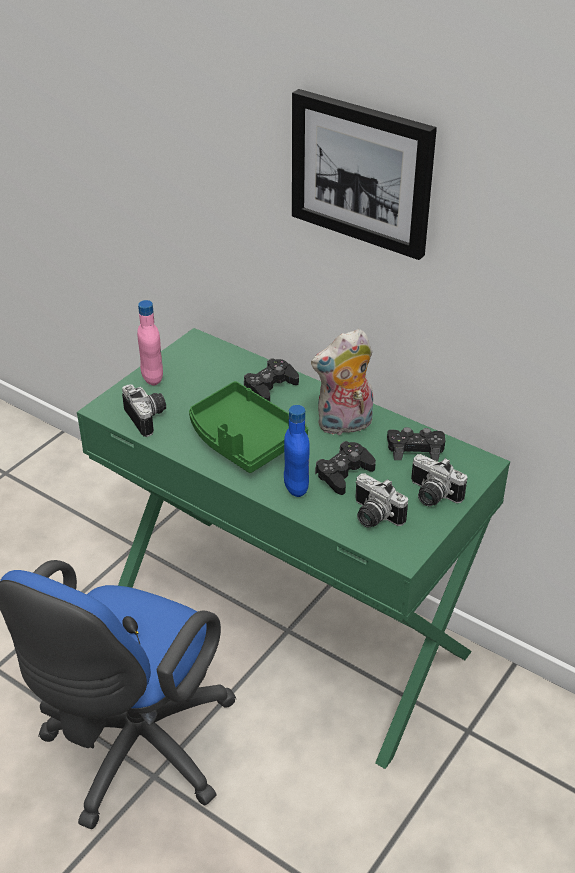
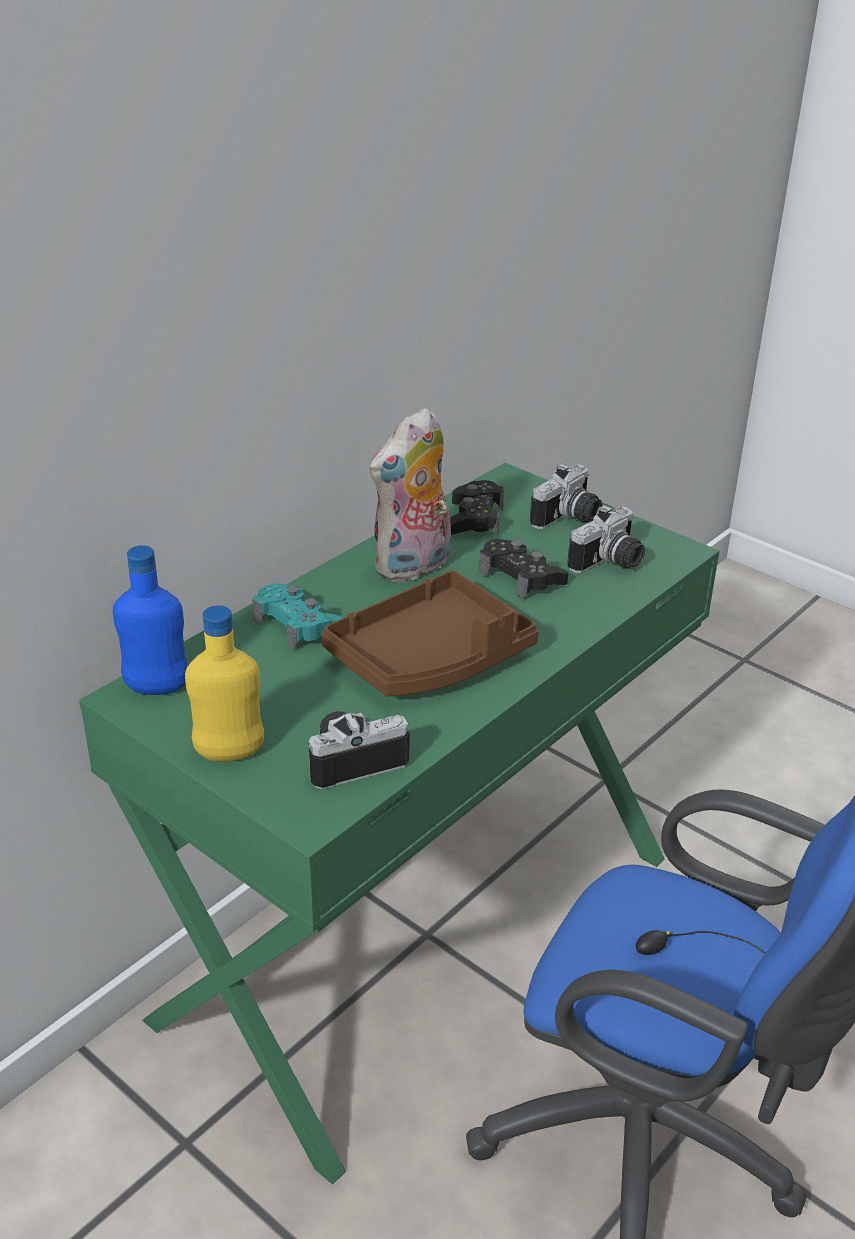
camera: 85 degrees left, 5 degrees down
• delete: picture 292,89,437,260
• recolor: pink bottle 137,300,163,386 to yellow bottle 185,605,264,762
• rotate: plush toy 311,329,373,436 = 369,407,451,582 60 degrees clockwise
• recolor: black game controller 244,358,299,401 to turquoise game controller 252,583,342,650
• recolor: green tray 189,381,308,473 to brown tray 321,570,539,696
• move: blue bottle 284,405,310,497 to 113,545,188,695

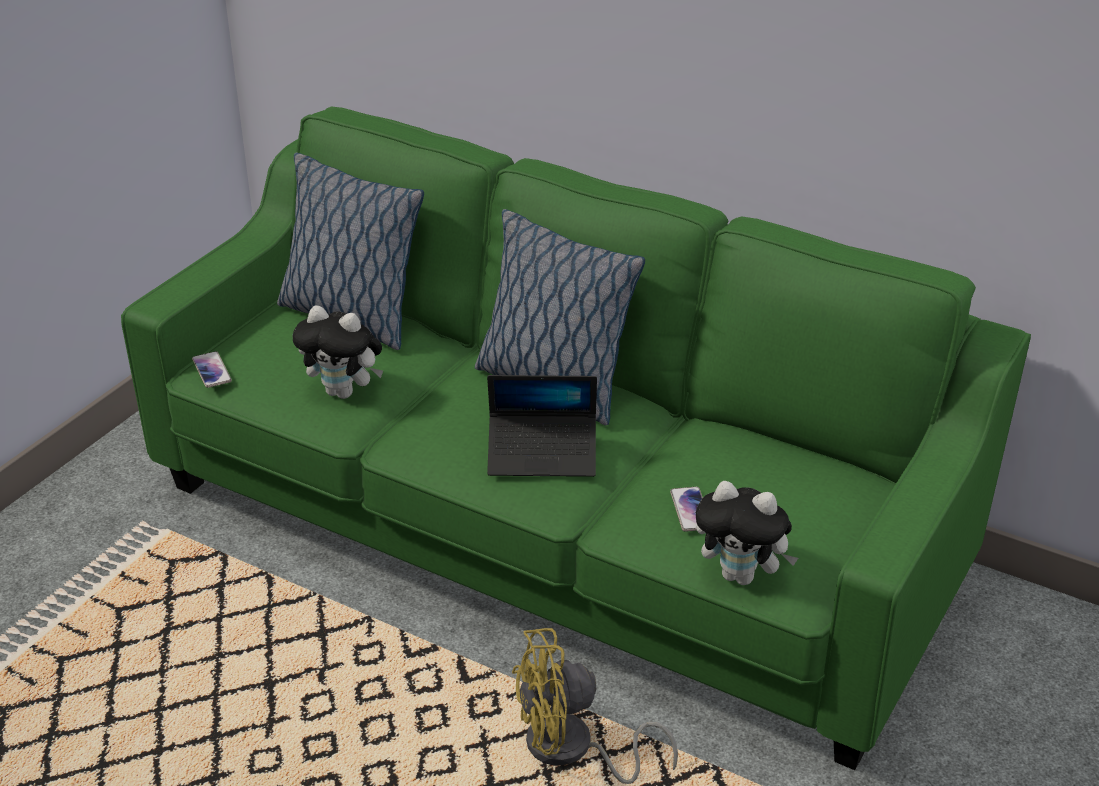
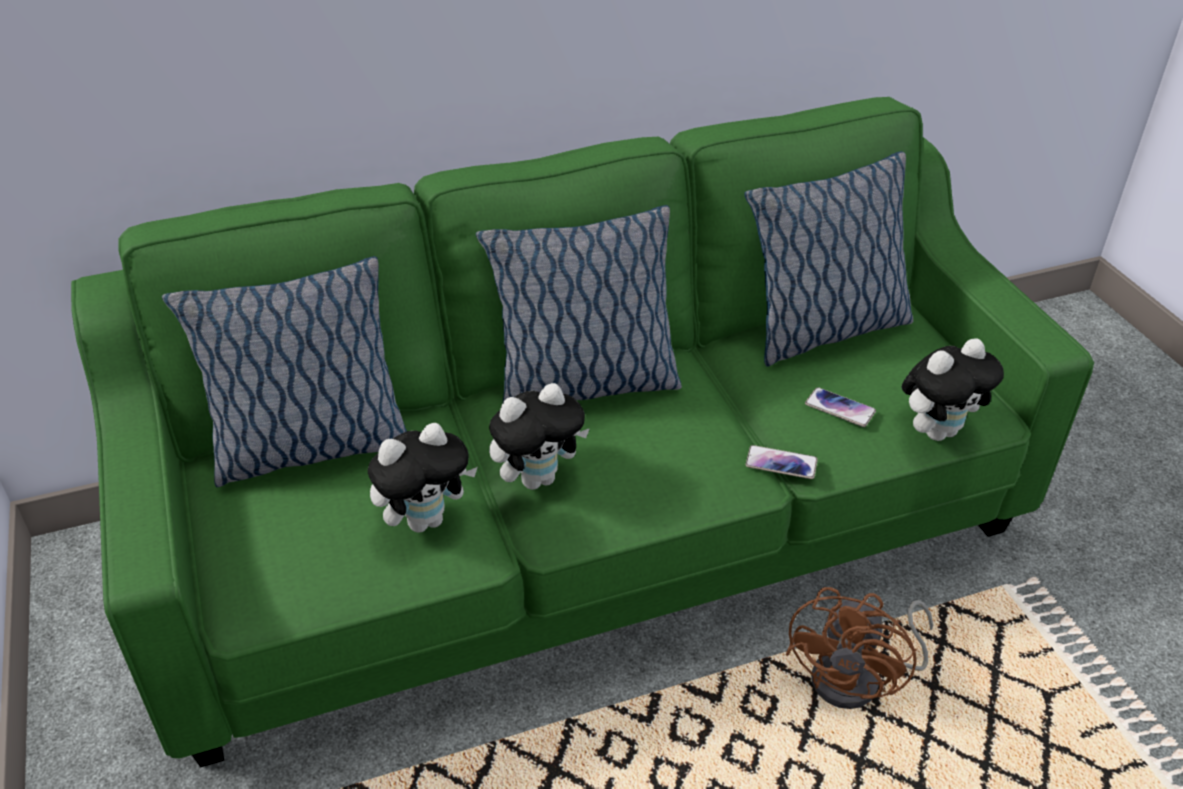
camera: 50 degrees left, 5 degrees up
• move: phone 192,351,232,388 to 745,445,818,479
• delete: laptop 487,375,597,477
• recolor: yellow fan 512,628,678,784 to brown fan 786,587,933,709
• insert: pillow 744,151,913,366
• insert: plush toy 489,383,590,490

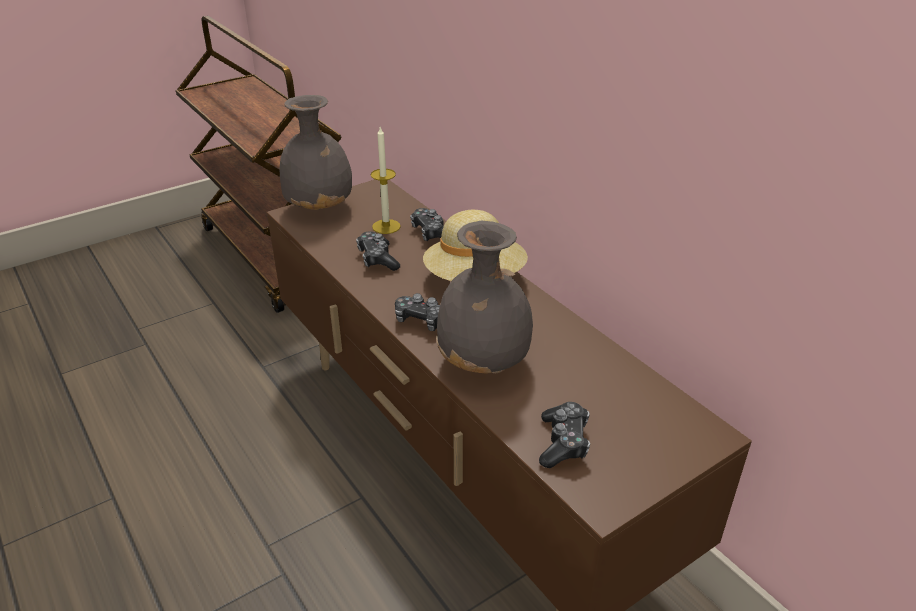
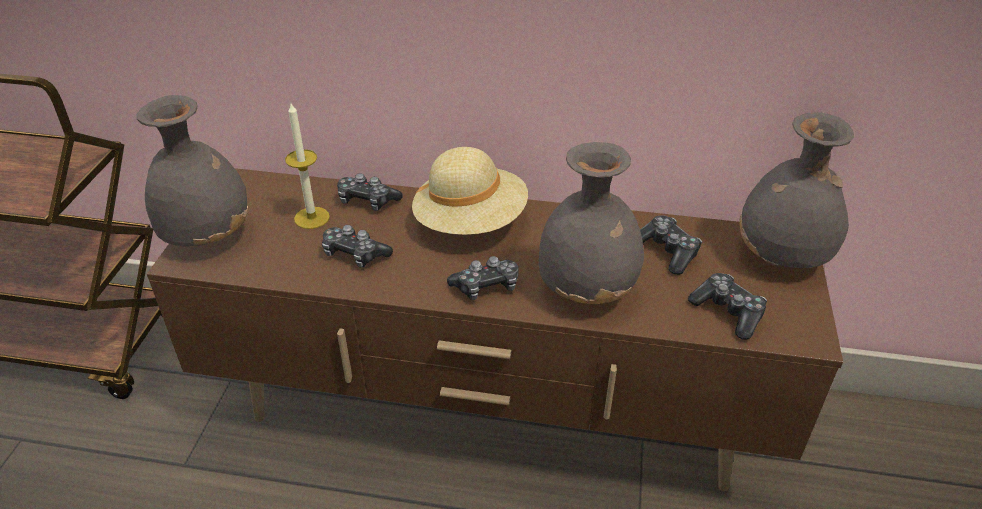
camera: 45 degrees left, 5 degrees up
• insert: grey vase 739,112,854,268
• insert: game controller 640,215,702,275

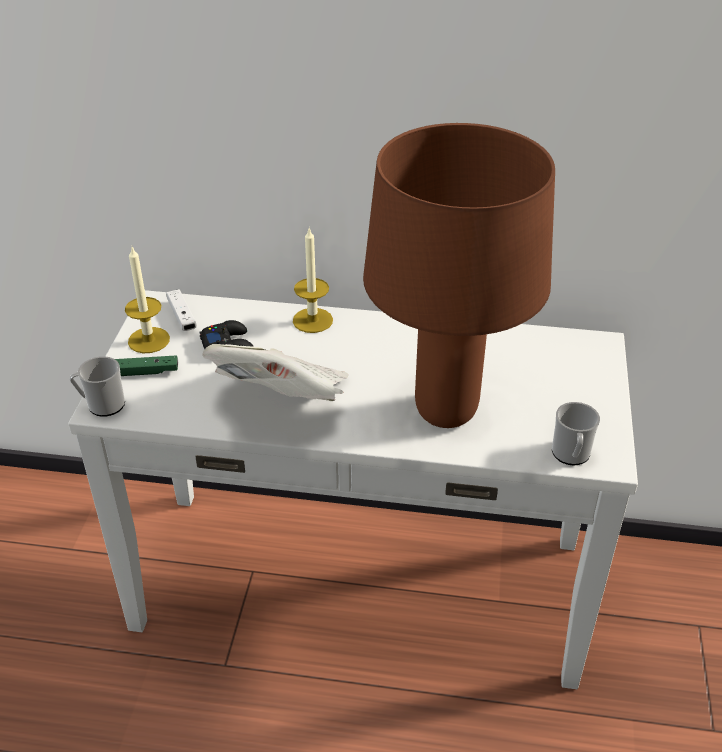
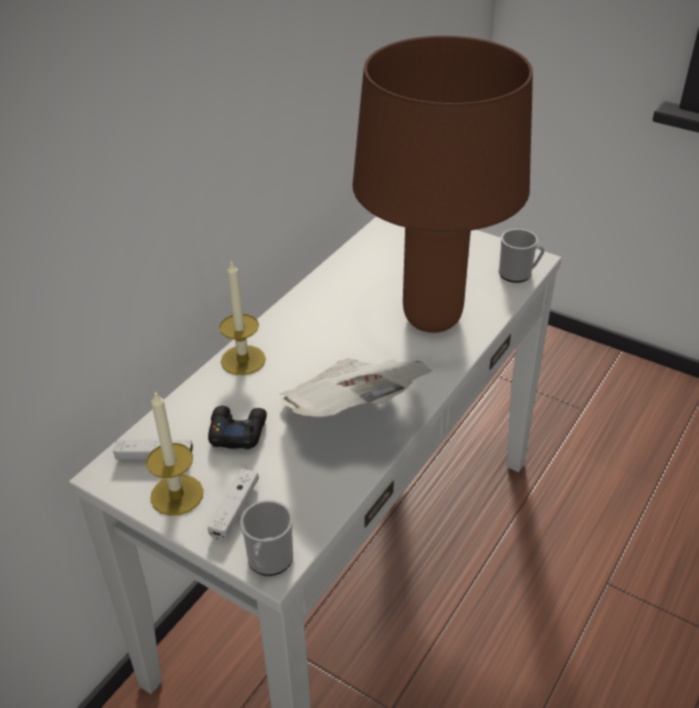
camera: 65 degrees left, 0 degrees up
• recolor: green game controller 115,355,178,376 to white game controller 208,469,259,540

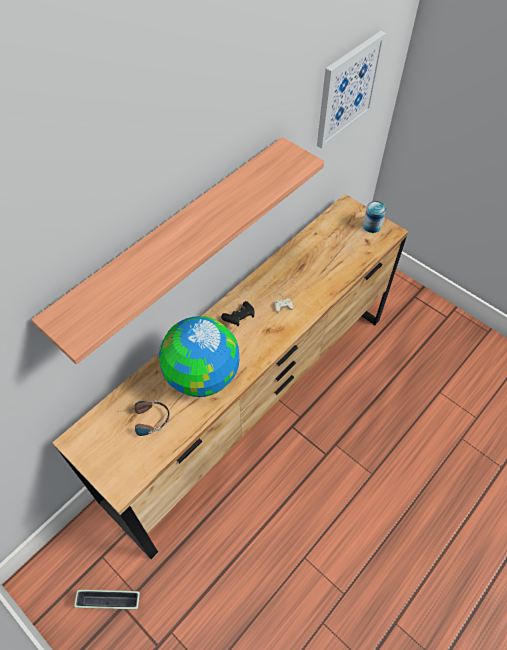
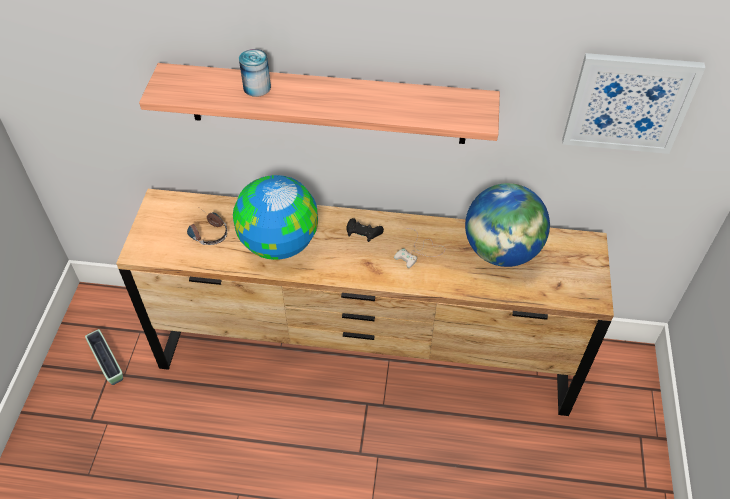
camera: 55 degrees right, 5 degrees down
• move: can 363,201,386,233 to 239,49,271,97
• insert: globe 465,183,550,267

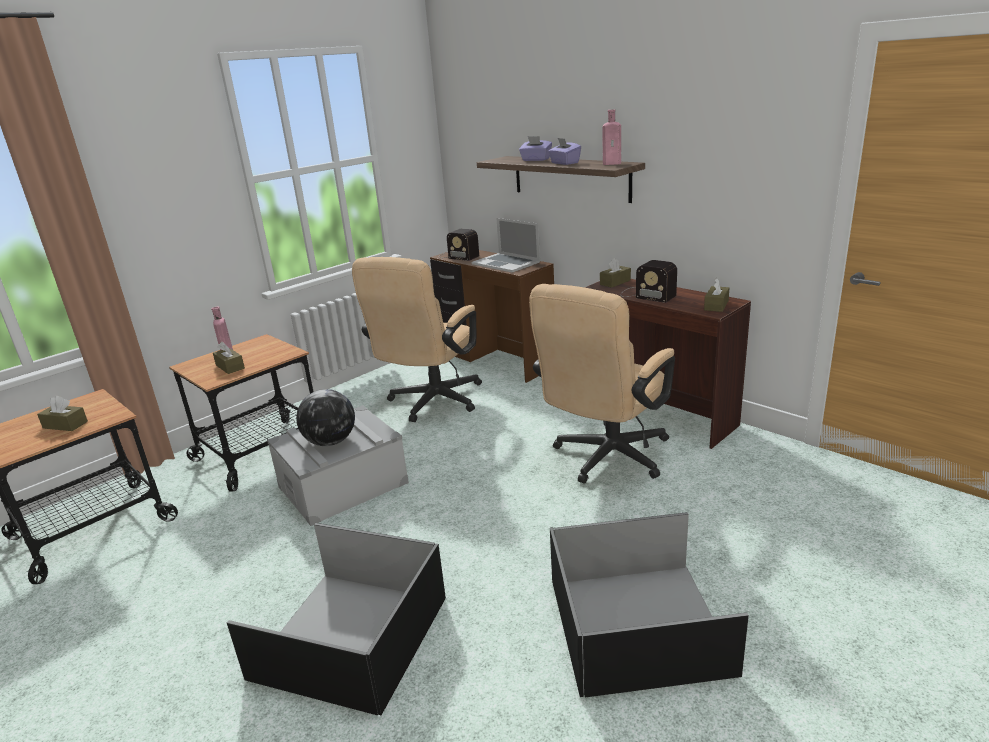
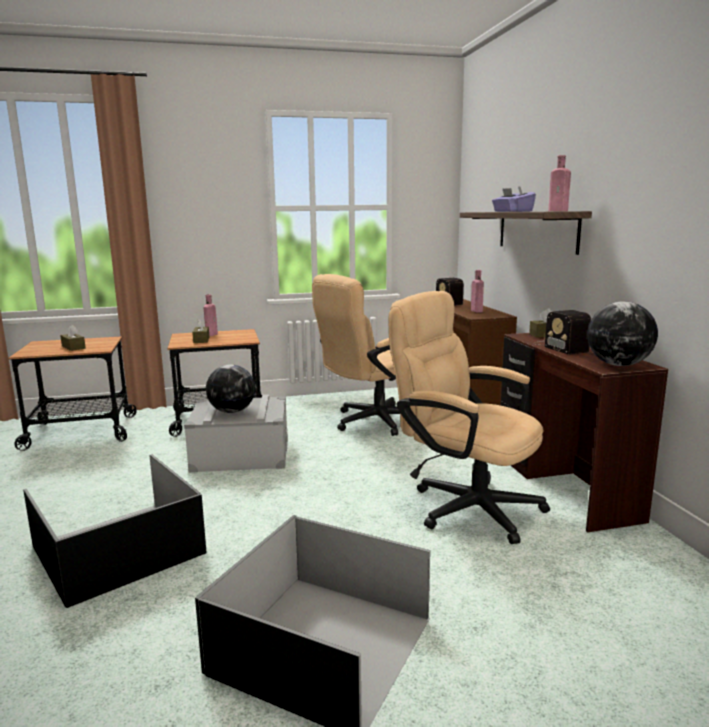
camera: 30 degrees right, 10 degrees down
• replace: laptop 472,218,540,272 to pink bottle 471,270,484,313
• replace: brown tissue box 704,278,729,312 to globe 587,302,658,366
• rotate: beige office chair 529,284,675,484 = 389,291,550,544 60 degrees clockwise

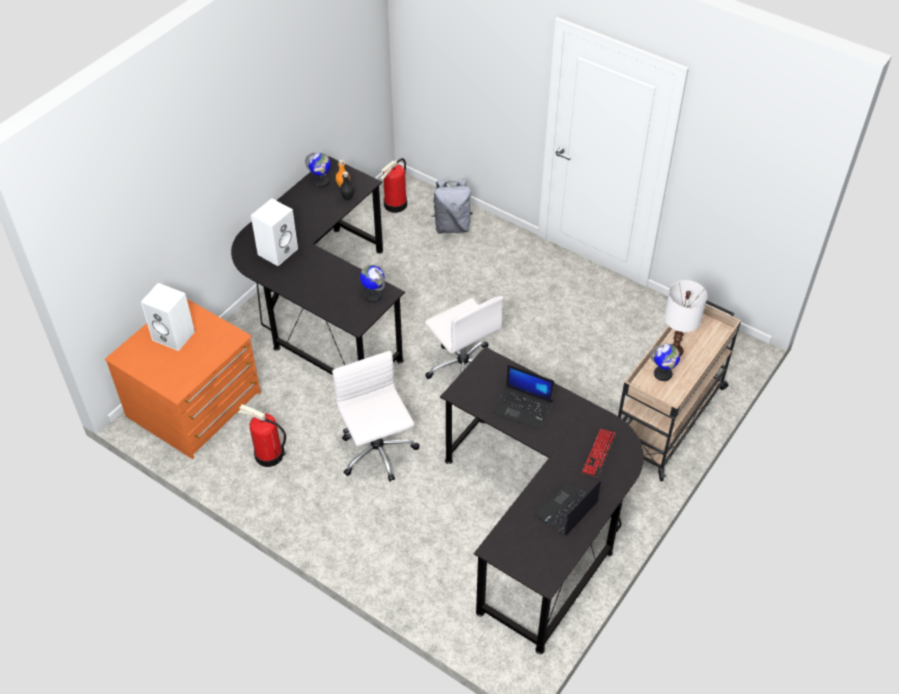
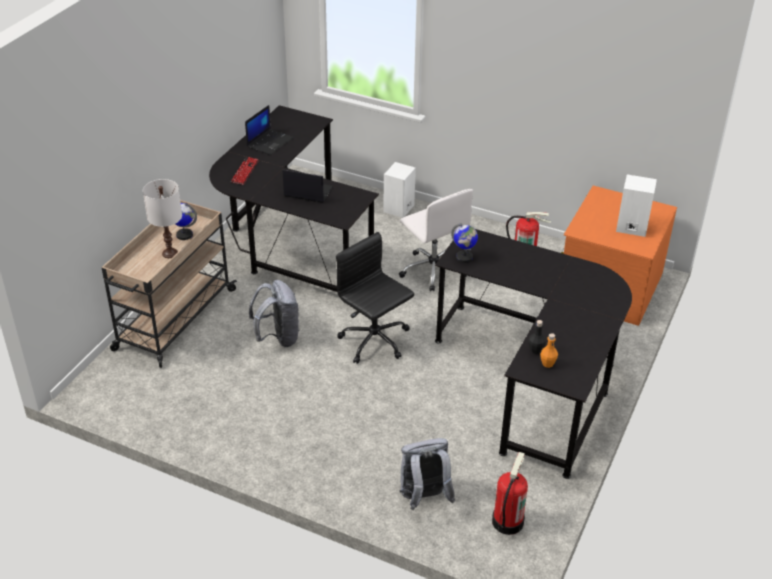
camera: 170 degrees right, 10 degrees down
• delete: globe 305,152,331,188
• move: white speaker 251,198,298,266 to 383,162,416,218
• recolor: white office chair 425,296,504,379 to black office chair 336,232,414,364
• insert: grey backpack 249,280,299,347

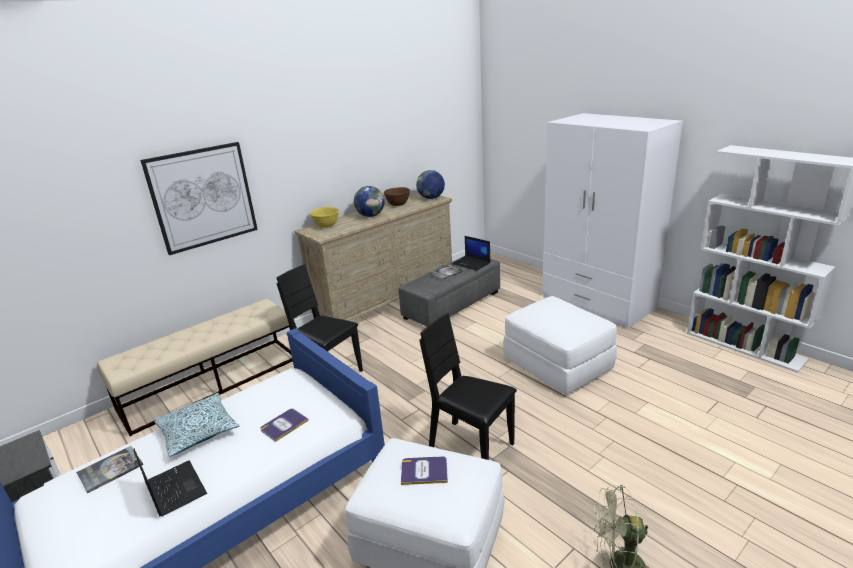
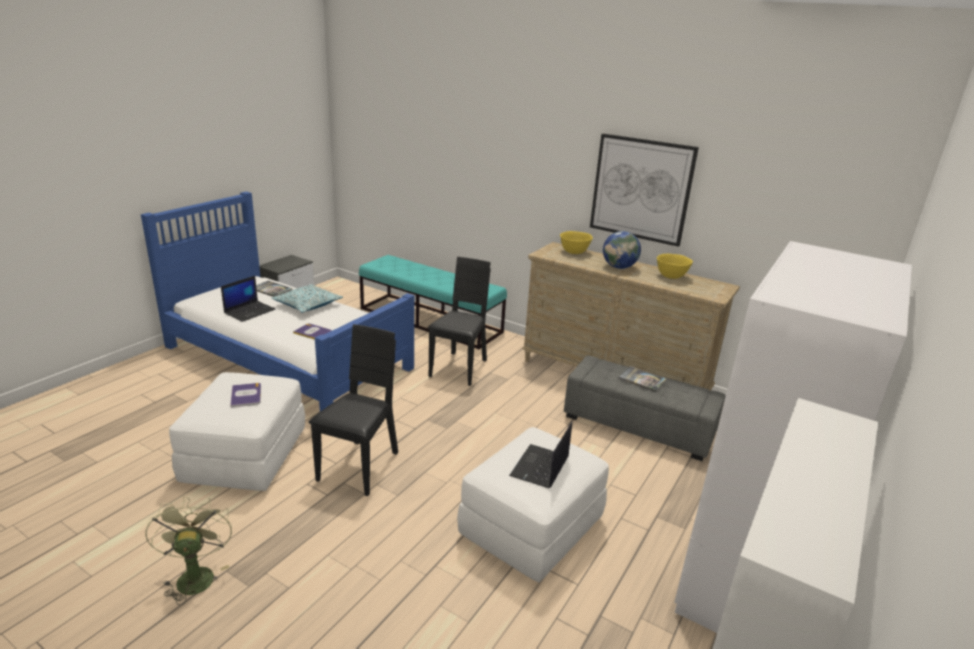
camera: 70 degrees right, 0 degrees up
• move: picture 140,142,258,255 to 590,133,699,247
• delete: globe 416,170,445,199
• recolor: brown bowl 384,187,410,206 to yellow bowl 657,254,693,279
• move: laptop 452,236,490,271 to 509,422,572,488
• recolor: beige bench 97,299,293,436 to turquoise bench 359,255,507,349

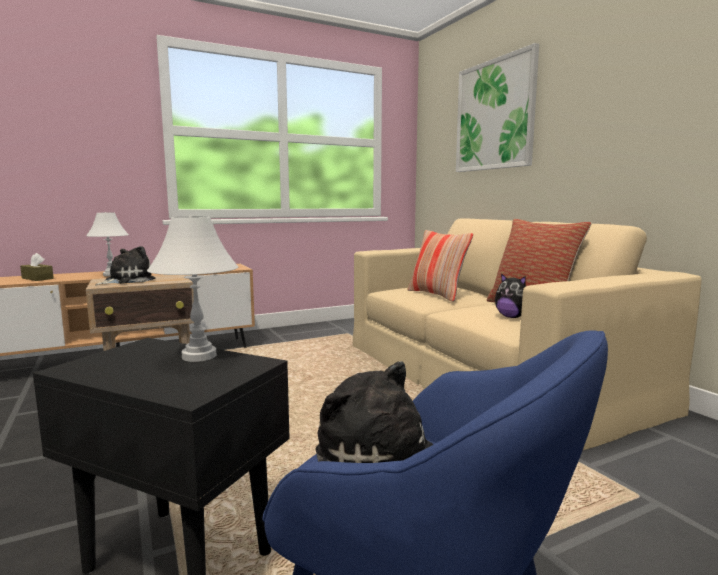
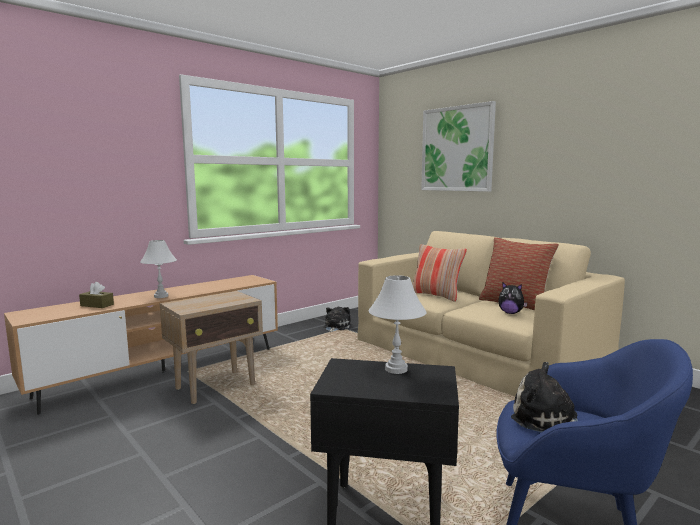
camera: 15 degrees left, 0 degrees up
• move: plush toy 95,246,155,285 to 323,307,351,332

